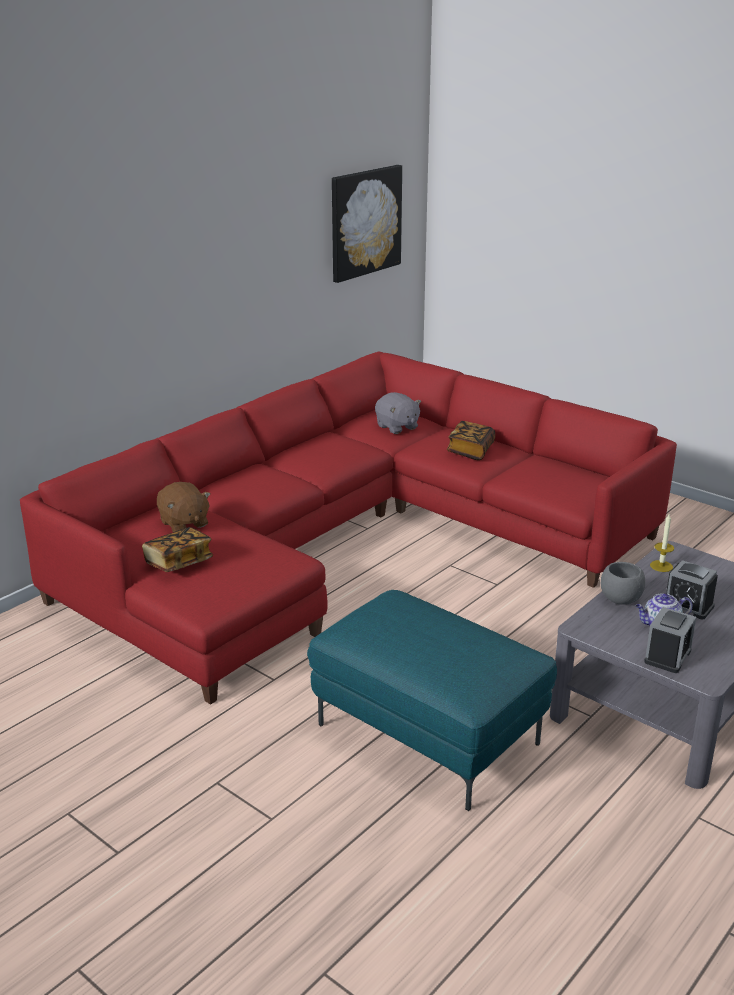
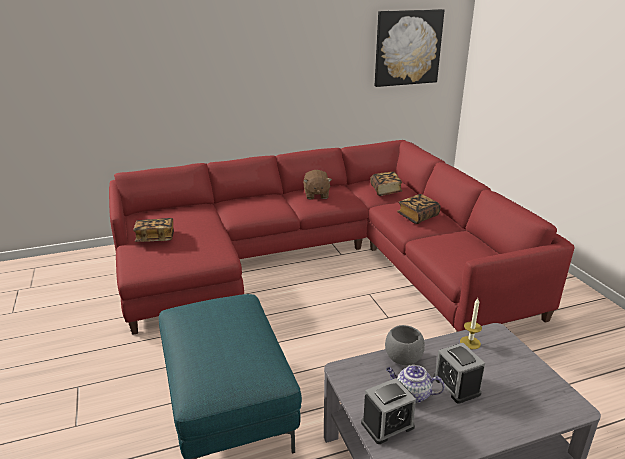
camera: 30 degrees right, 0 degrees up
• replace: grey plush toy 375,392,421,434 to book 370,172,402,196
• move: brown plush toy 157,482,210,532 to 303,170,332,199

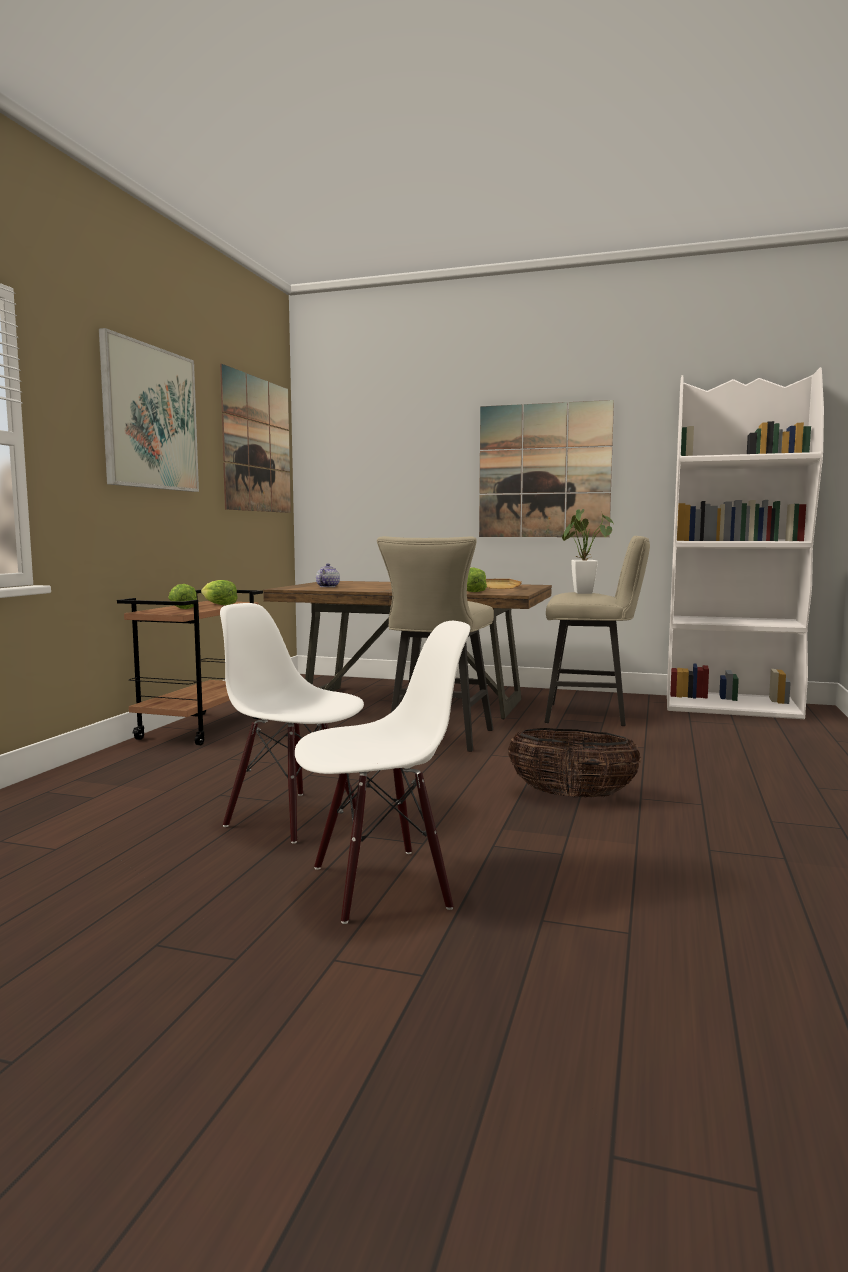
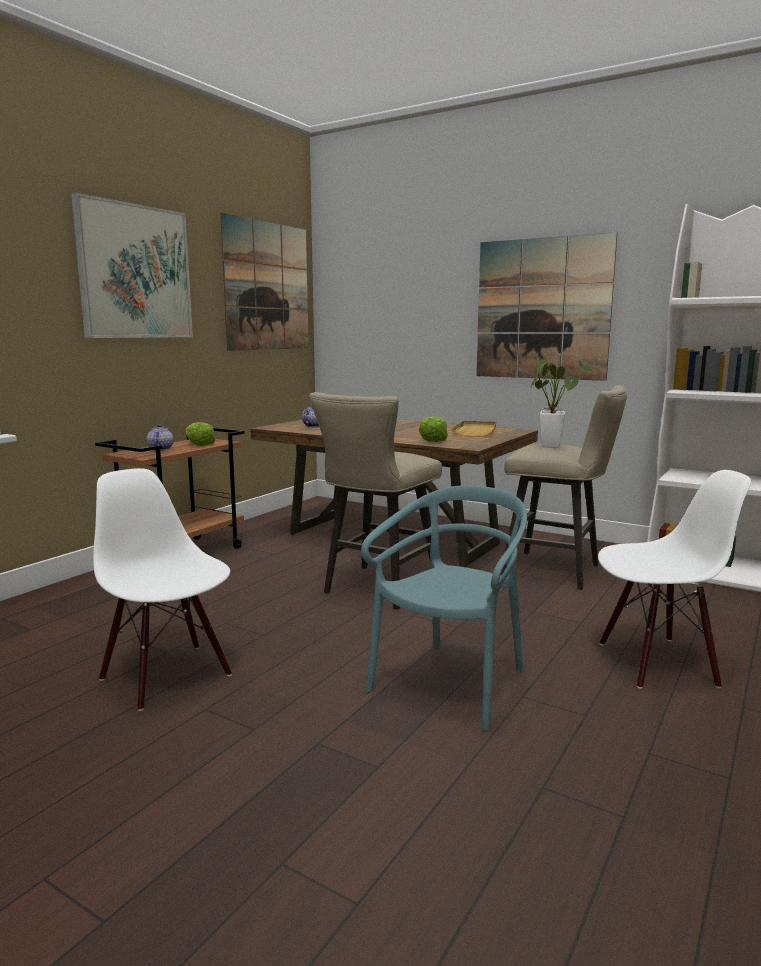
camera: 15 degrees right, 5 degrees up
• replace: lettuce 168,584,197,609 to teapot 147,424,173,450
• move: white chair 295,621,470,924 to 598,470,751,689
• replace: basket 508,728,641,798 to turquoise chair 361,485,527,731

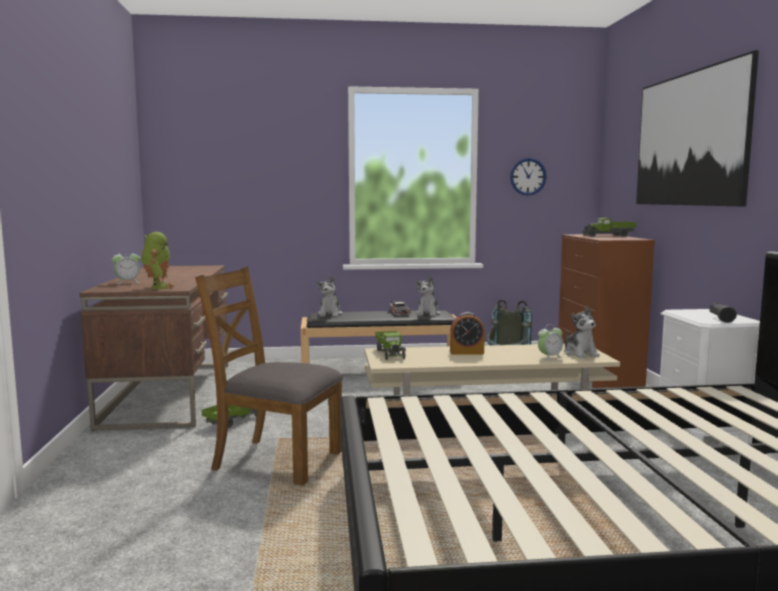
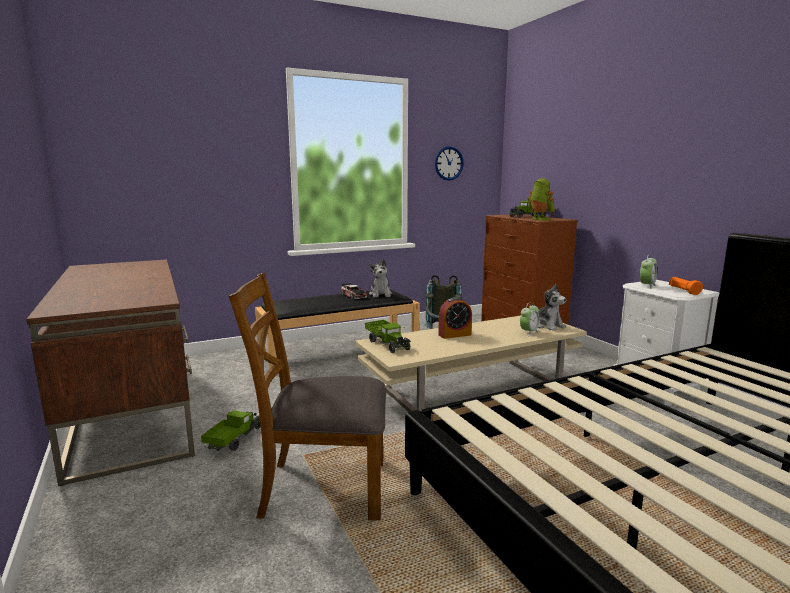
camera: 20 degrees left, 5 degrees up
• delete: picture 636,50,759,206
• move: toy robot 141,232,174,289 to 527,178,555,221
• move: alarm clock 112,250,141,284 to 640,255,657,289
• delete: plush toy 316,276,343,317
• recolor: black flashlight 710,303,737,323 to orange flashlight 669,277,703,295

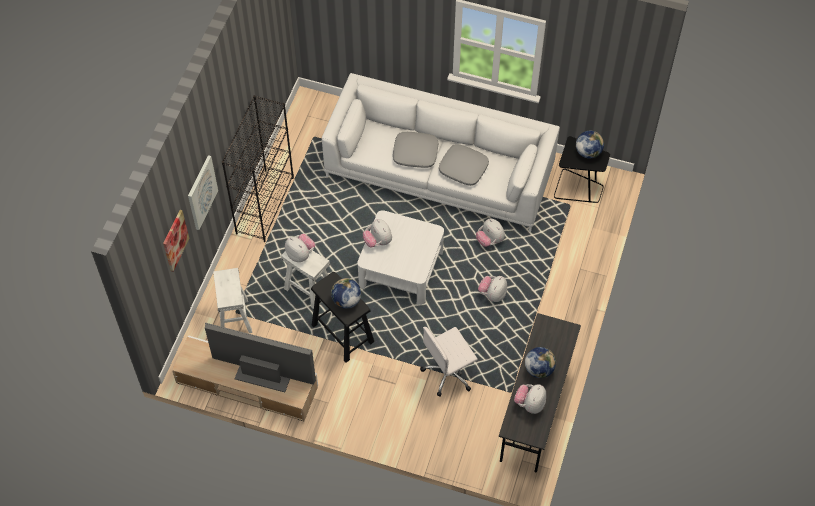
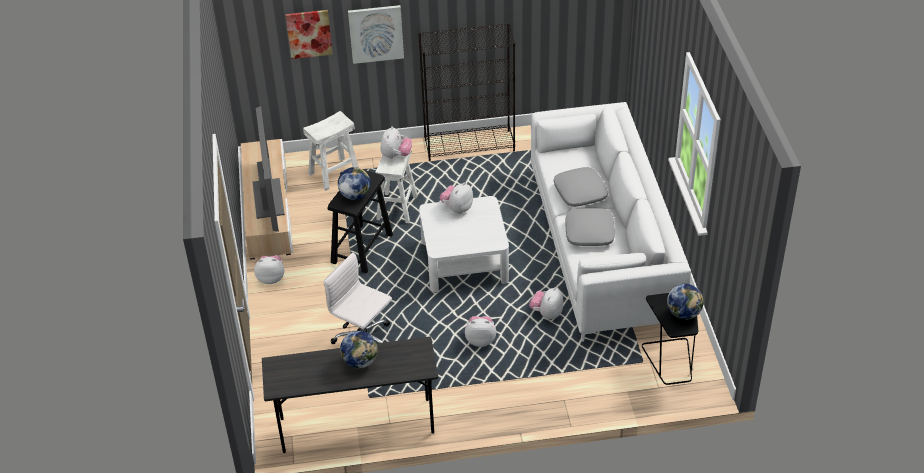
camera: 65 degrees right, 15 degrees down
• move: plush toy 514,384,546,414 to 254,255,284,284

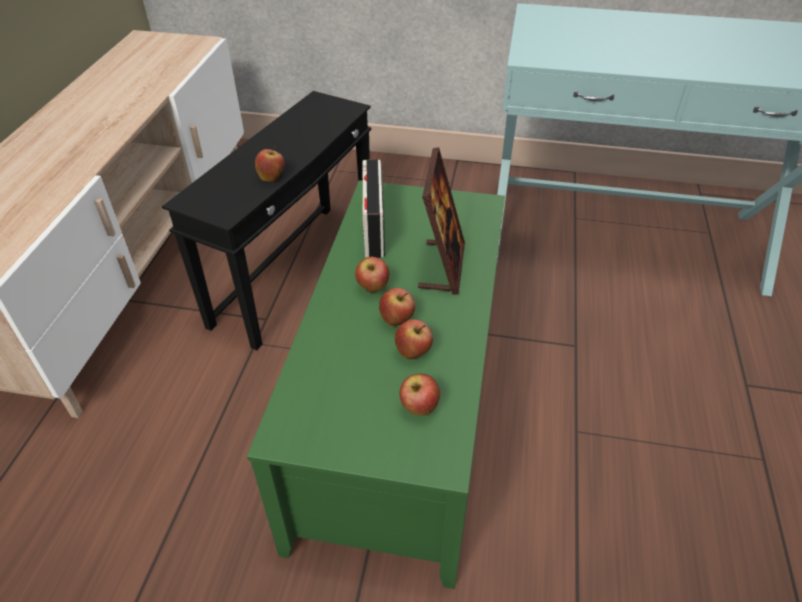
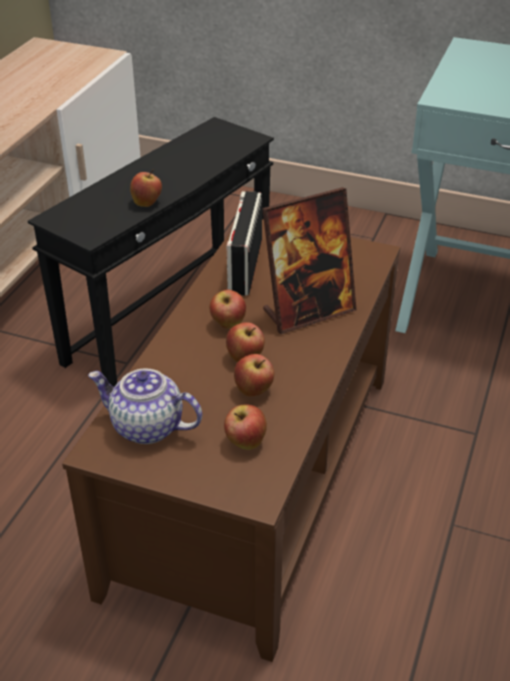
camera: 10 degrees right, 5 degrees down
• rotate: picture frame 418,147,465,295 = 262,187,356,334 45 degrees clockwise
• recolor: green coffee table 247,180,505,589 to brown coffee table 62,219,400,662
• insert: teapot 88,369,202,444

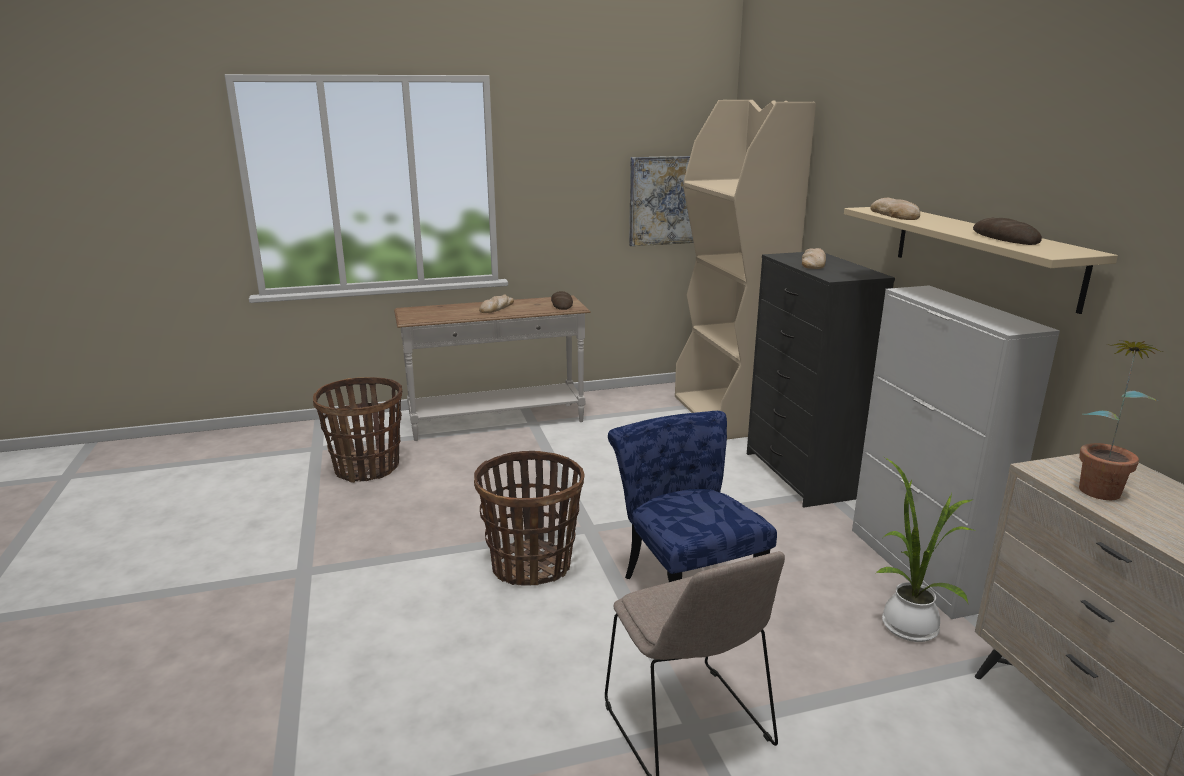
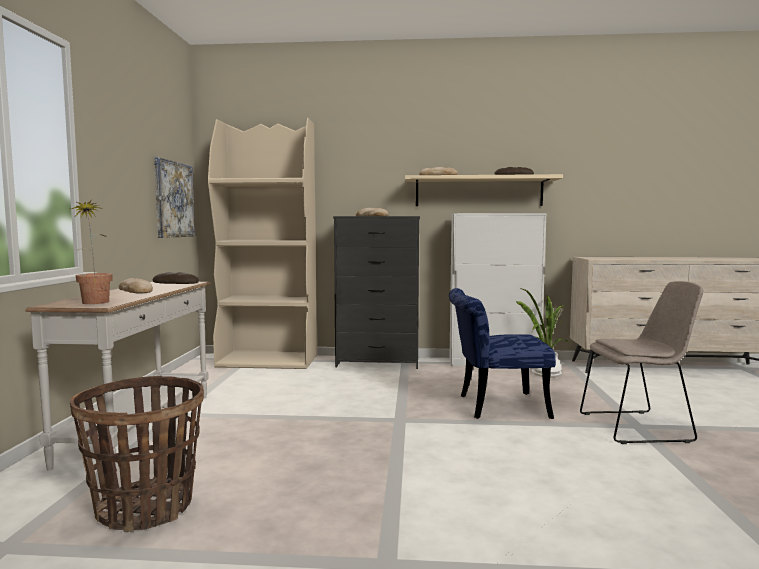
camera: 70 degrees left, 15 degrees down
• move: potted plant 1079,340,1162,500 to 70,200,113,304
• delete: basket 474,451,584,586

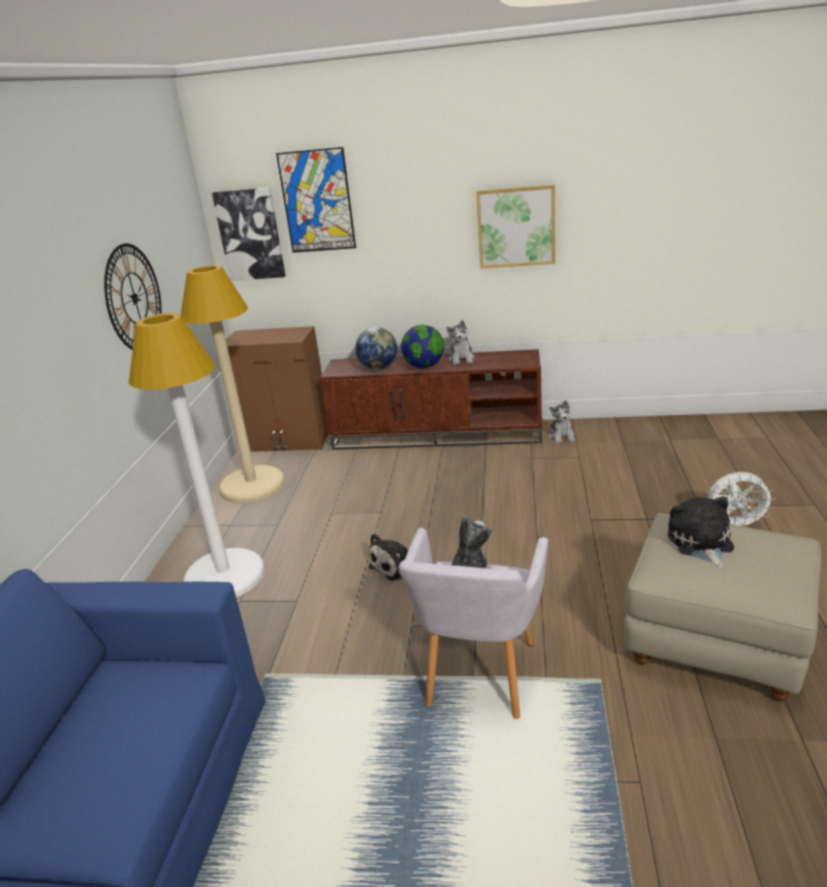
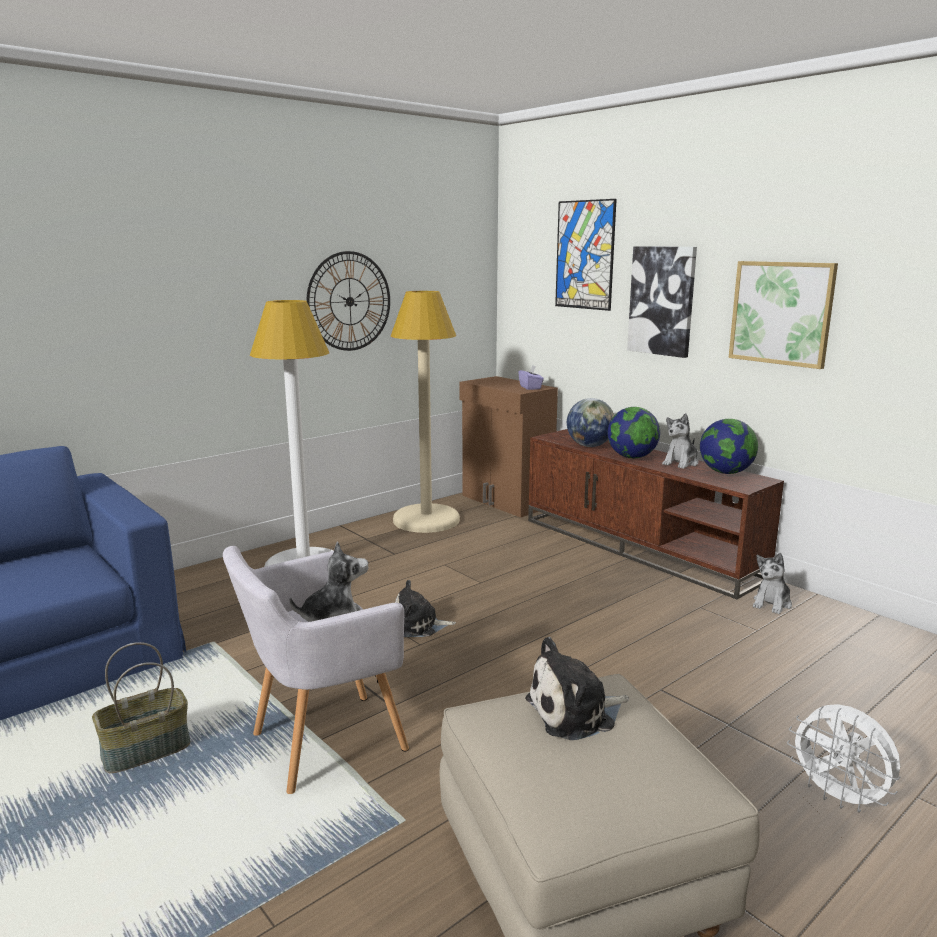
camera: 40 degrees right, 10 degrees down
• move: picture 212,187,286,281 to 627,246,697,358
• rotate: plush toy 667,496,734,568 = 525,637,629,740 150 degrees counterclockwise
• insert: purple tissue box 518,365,544,390
• insert: globe 700,419,758,474
• insert: basket 92,642,190,773

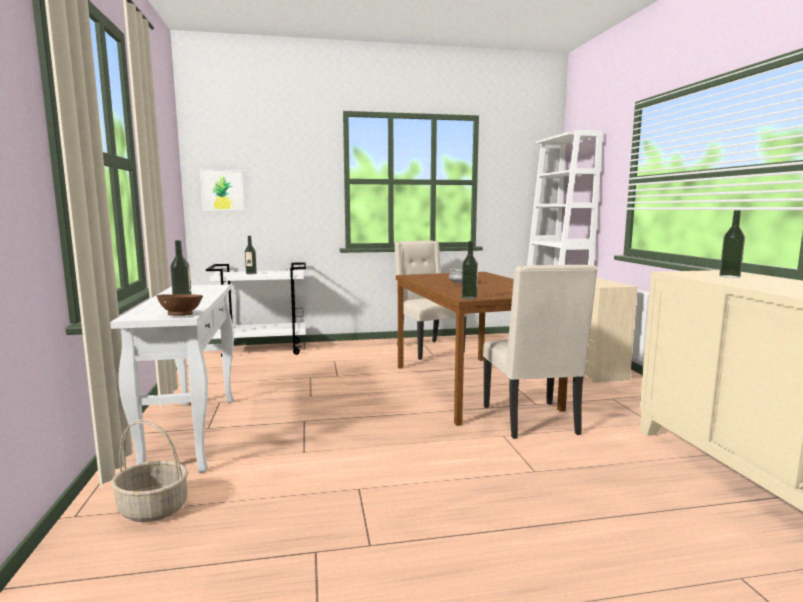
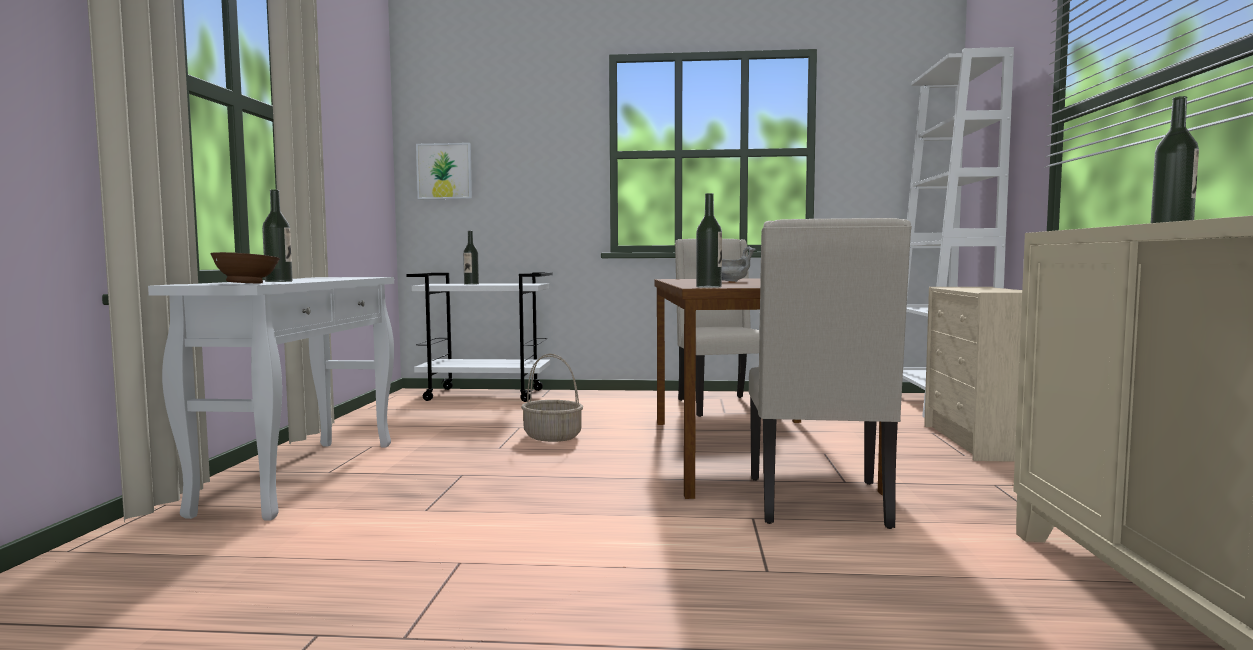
camera: 15 degrees right, 5 degrees down
• move: basket 111,419,188,522 to 521,354,583,442

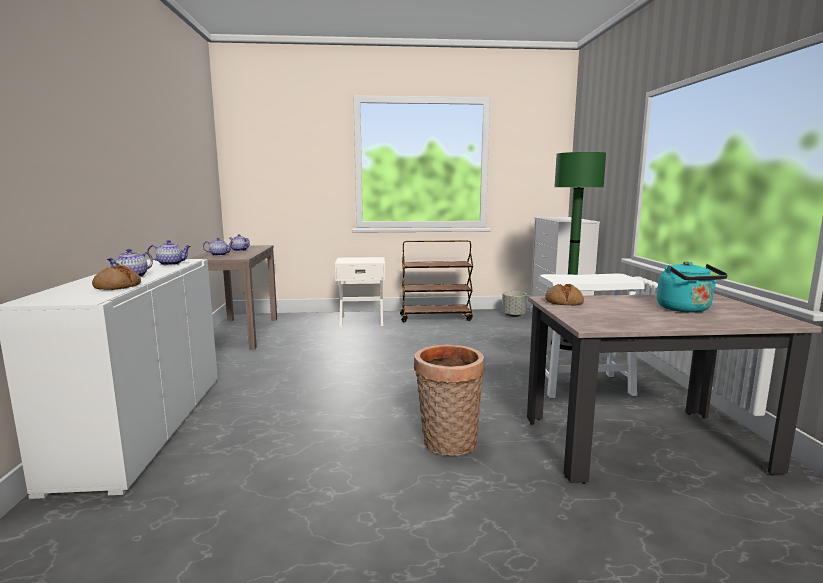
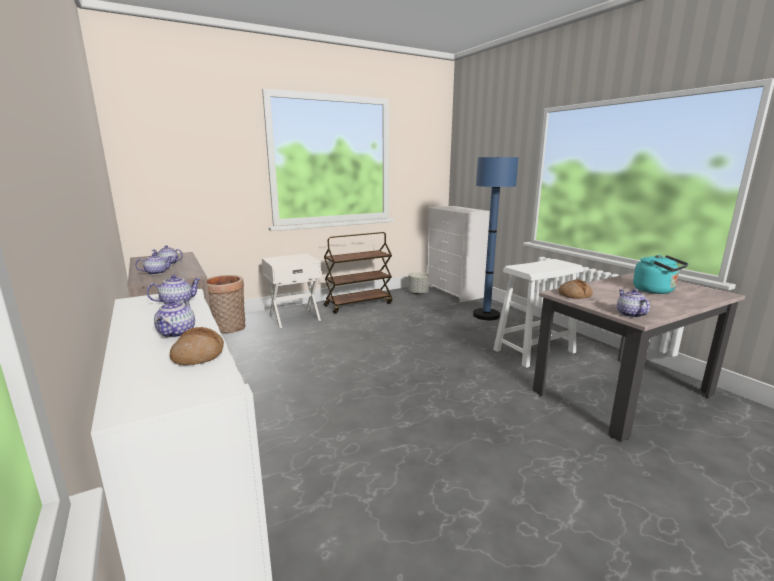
camera: 25 degrees left, 5 degrees up
• recolor: green floor lamp 551,152,606,350 to blue floor lamp 473,157,519,320
• move: basket 414,344,484,456 to 207,275,245,333
• insert: teapot 617,289,650,318

